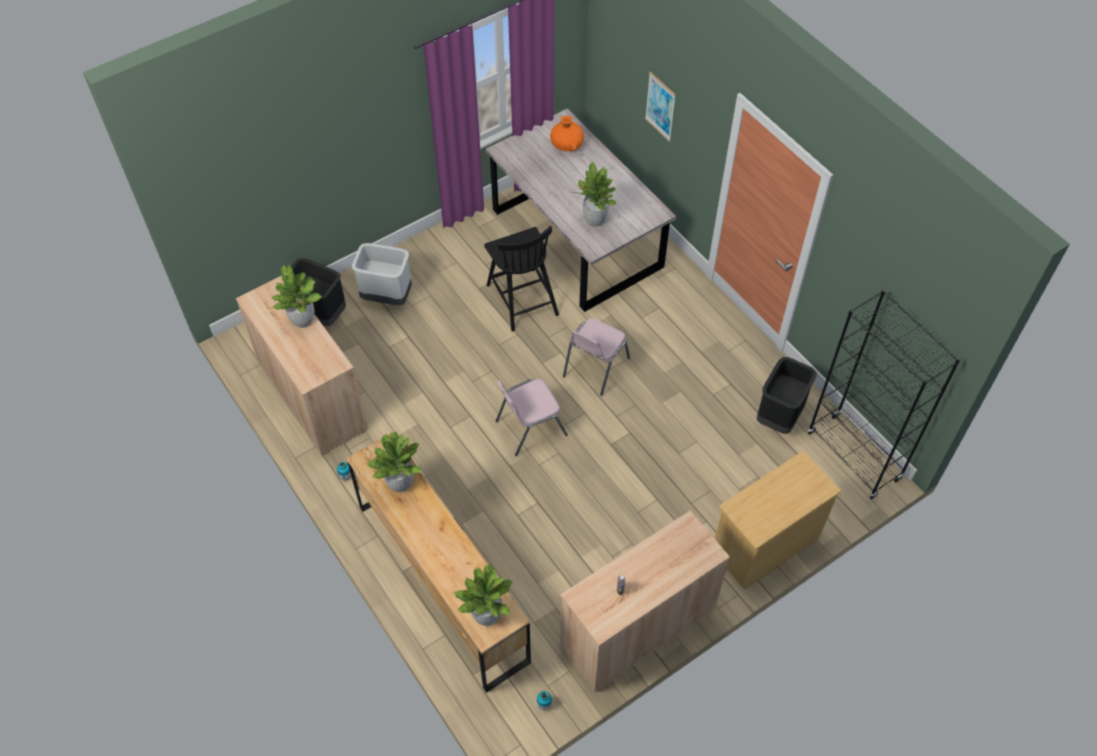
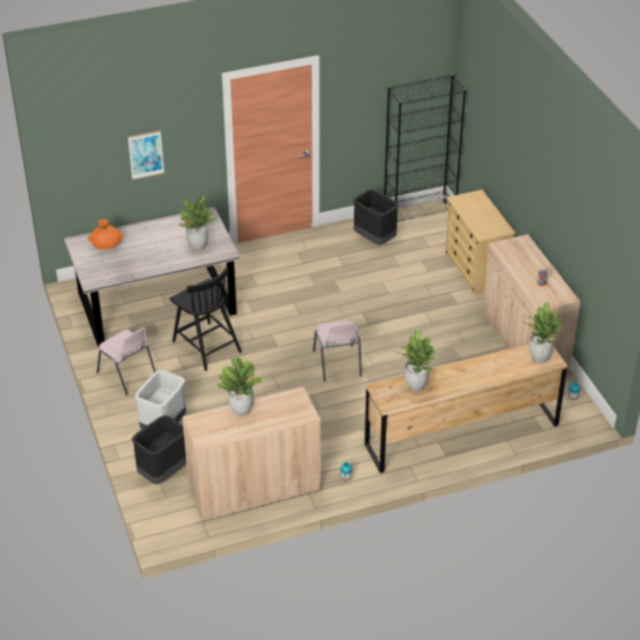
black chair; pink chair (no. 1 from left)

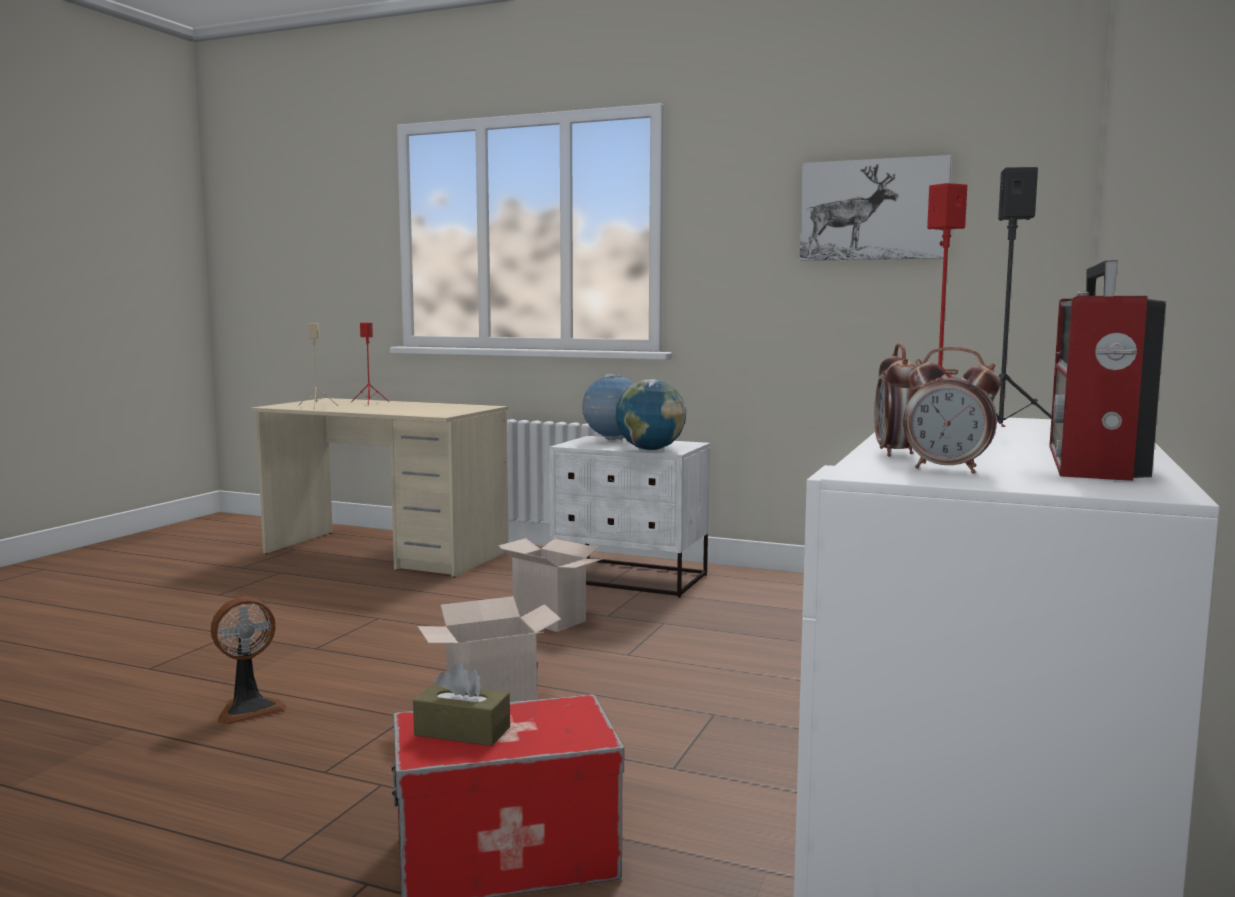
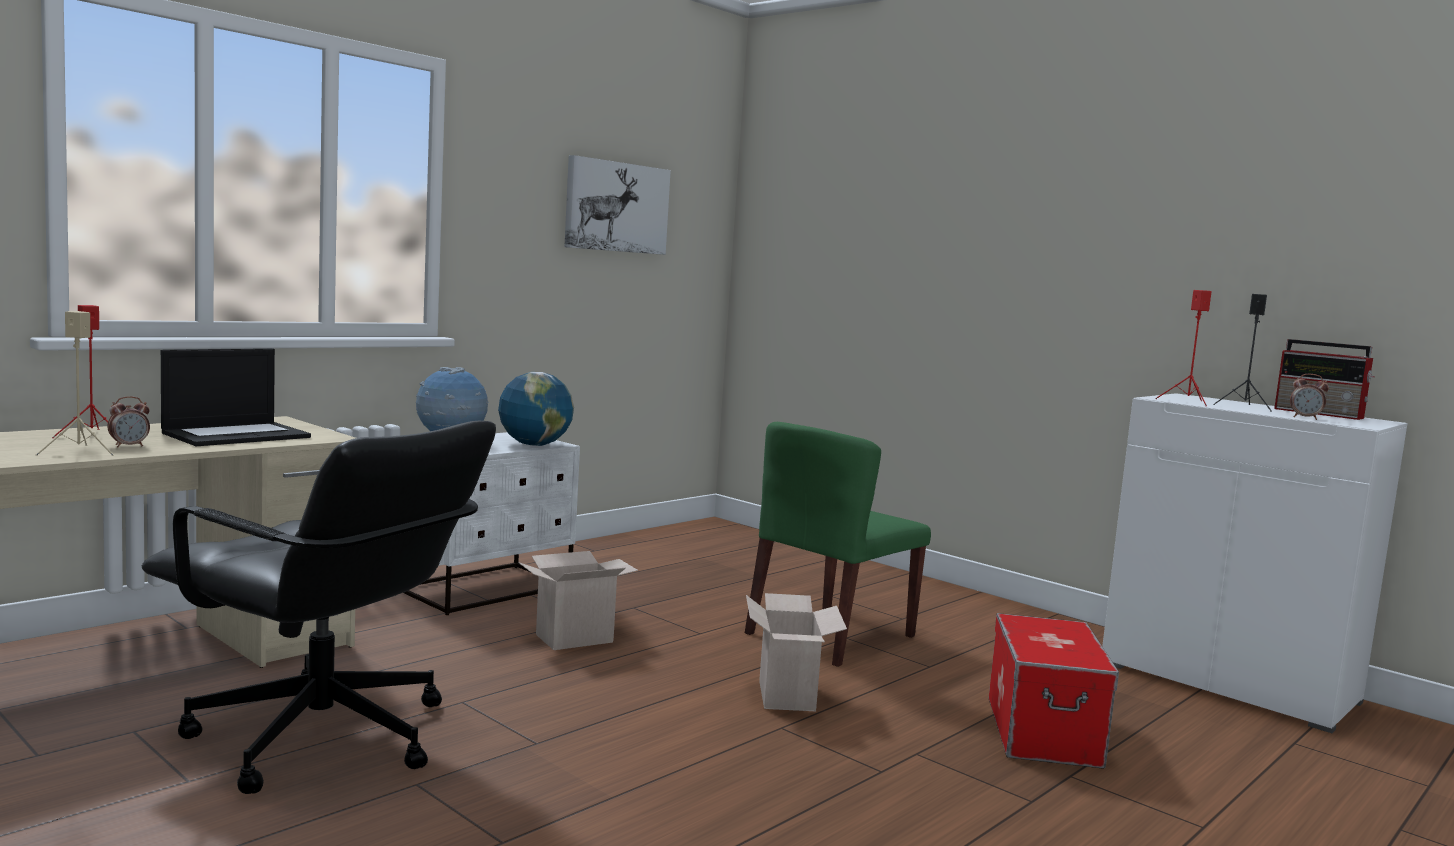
alarm clock (no. 1 from left); fan; brown tissue box; laptop; black office chair; green chair

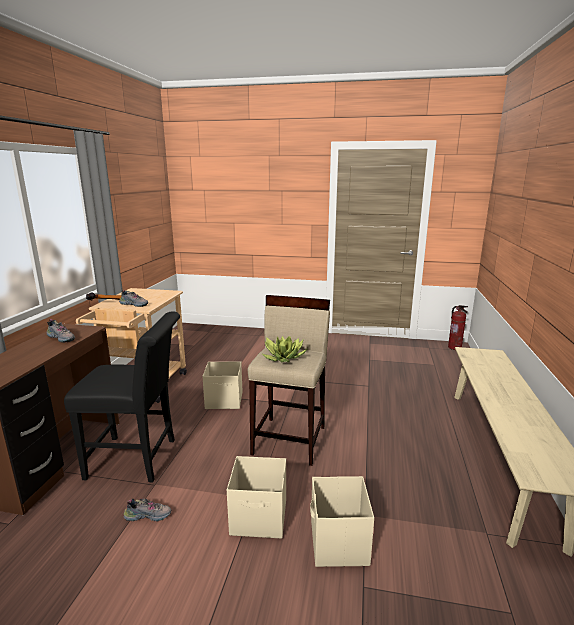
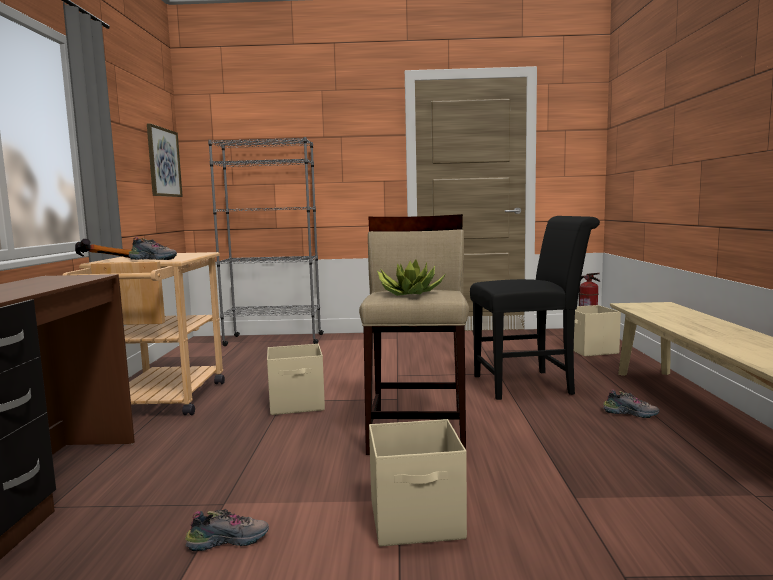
black chair; shoe (no. 3 from left); beige storage box (no. 3 from left); picture; grey bookcase

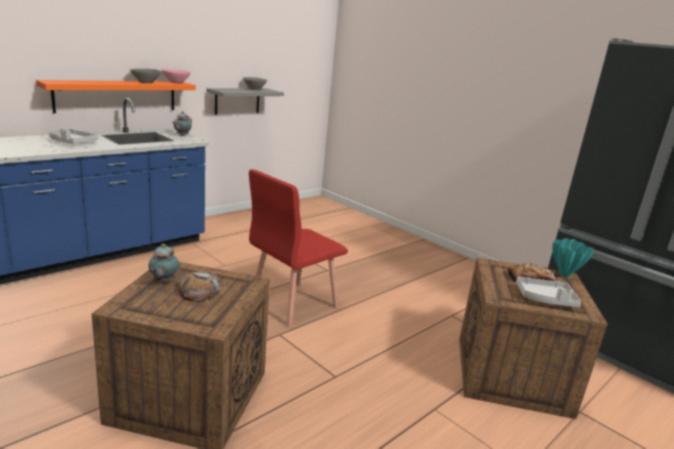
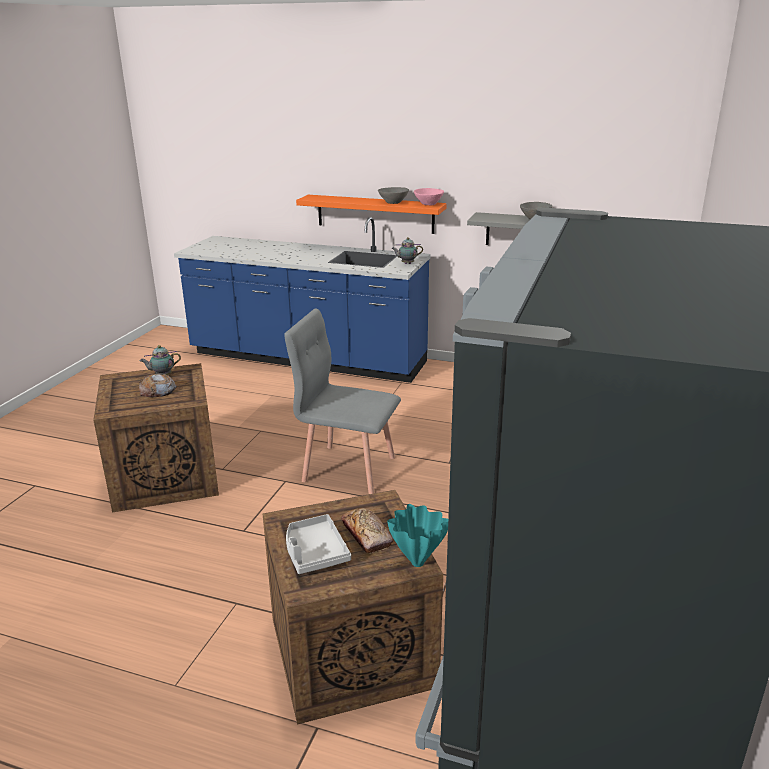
grey tray (no. 1 from left in the first image); grey chair

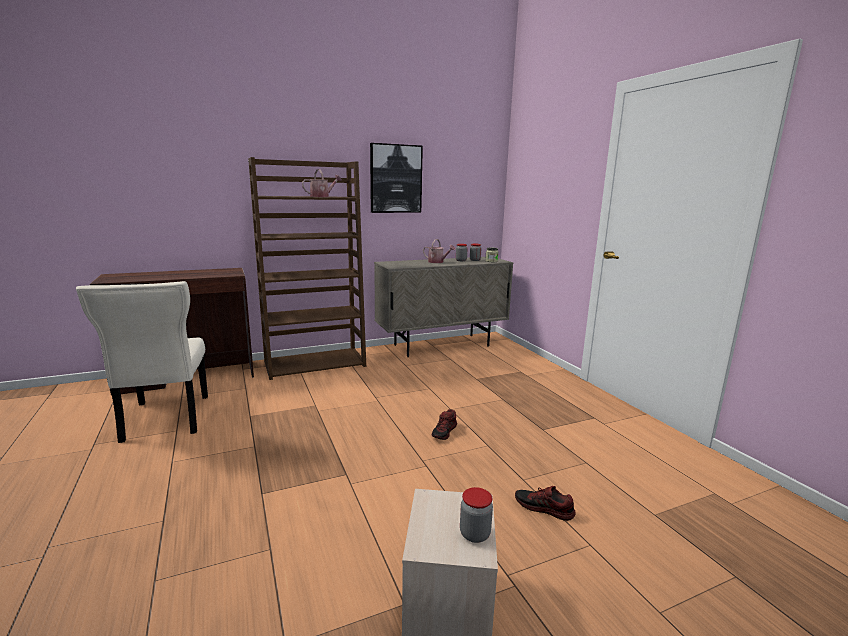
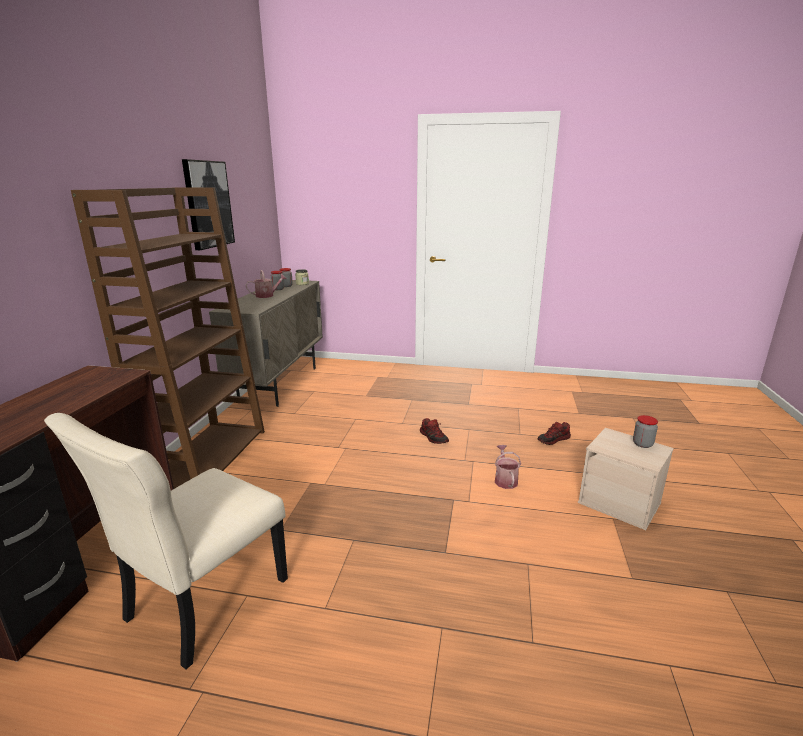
watering can (no. 2 from left); beige chair

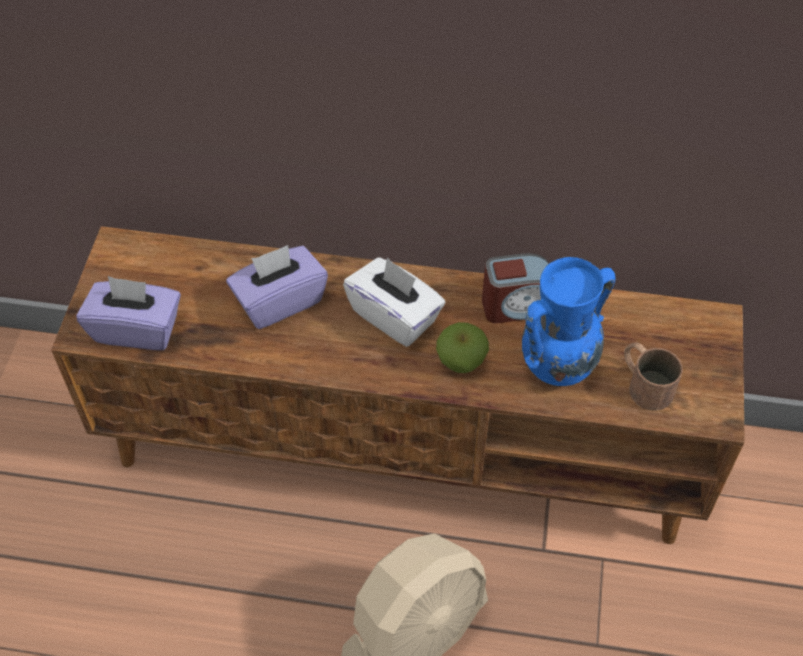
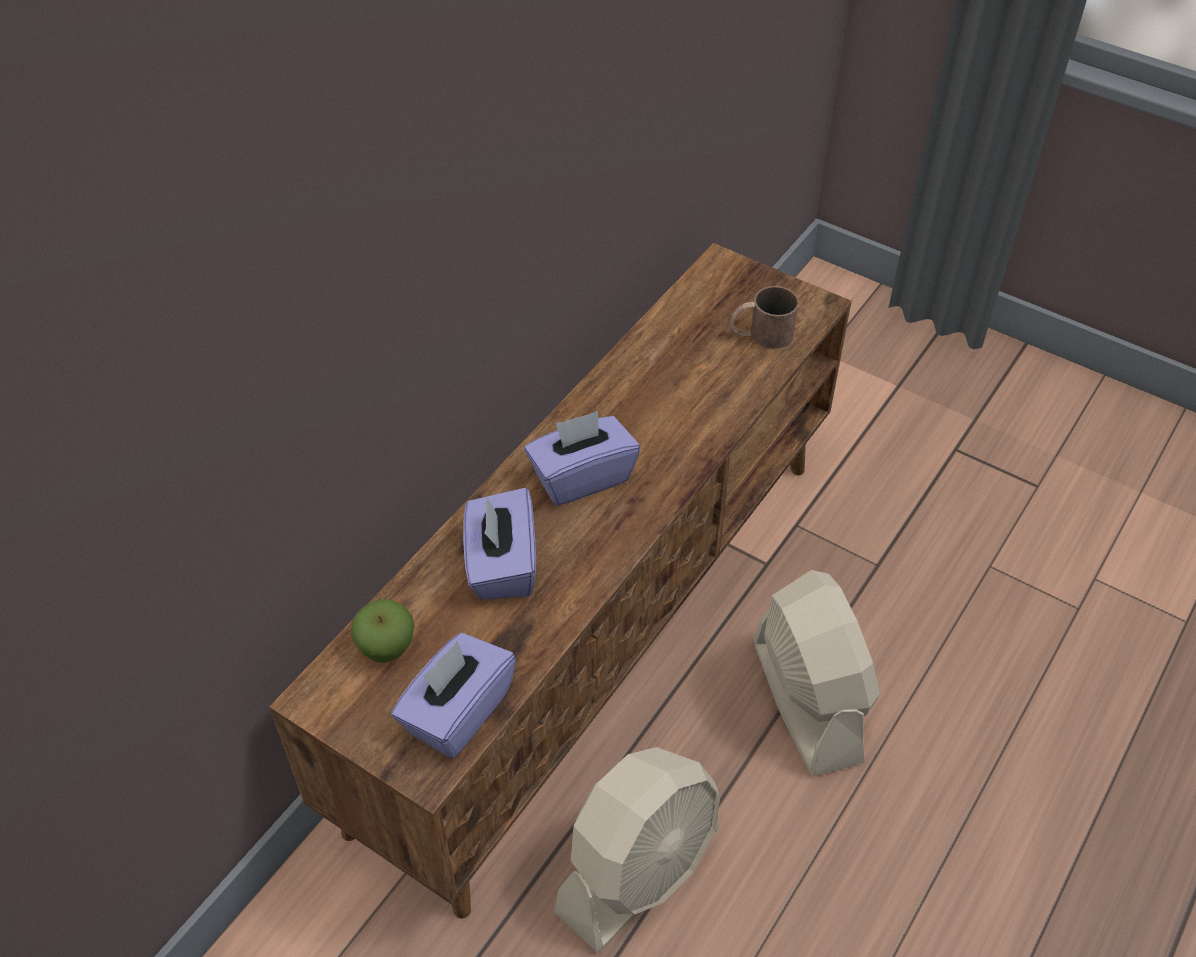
alarm clock; purple tissue box (no. 3 from left); blue vase; apple; beige fan (no. 1 from left)

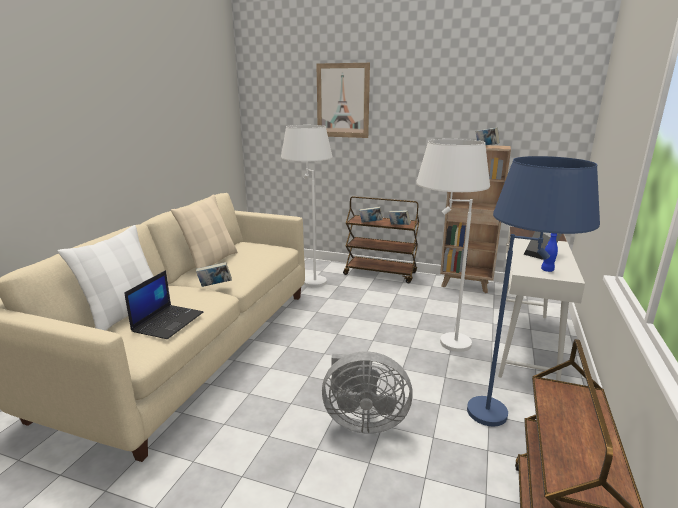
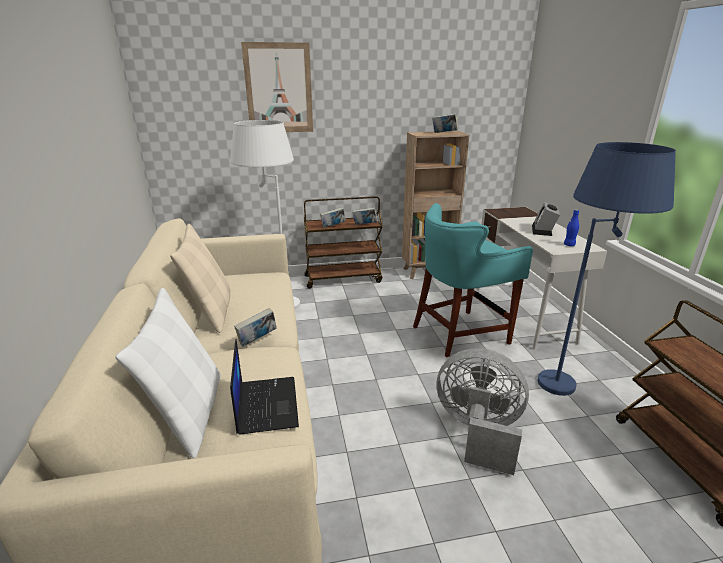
turquoise stool; grey fan

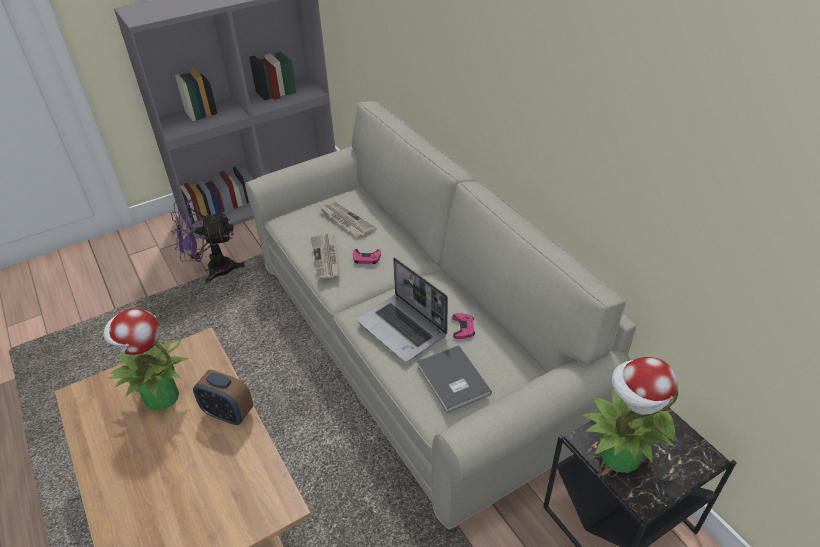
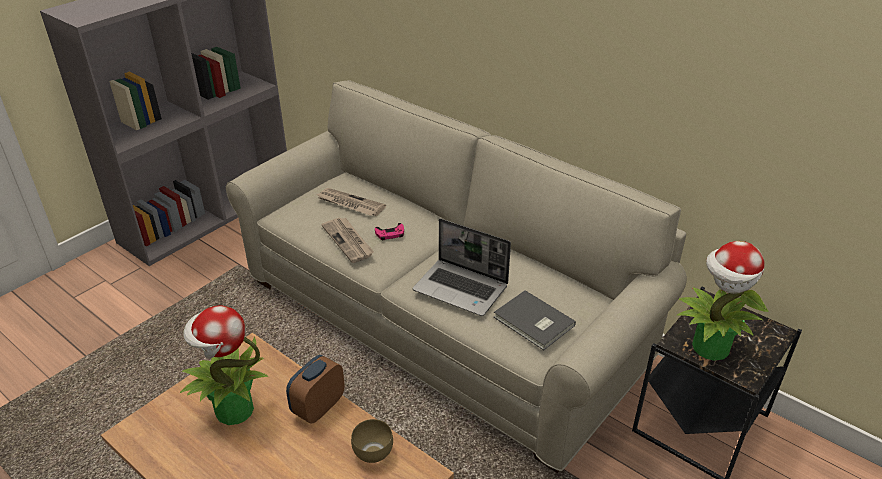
purple fan; pink game controller (no. 2 from left in the first image); alarm clock; brown bowl

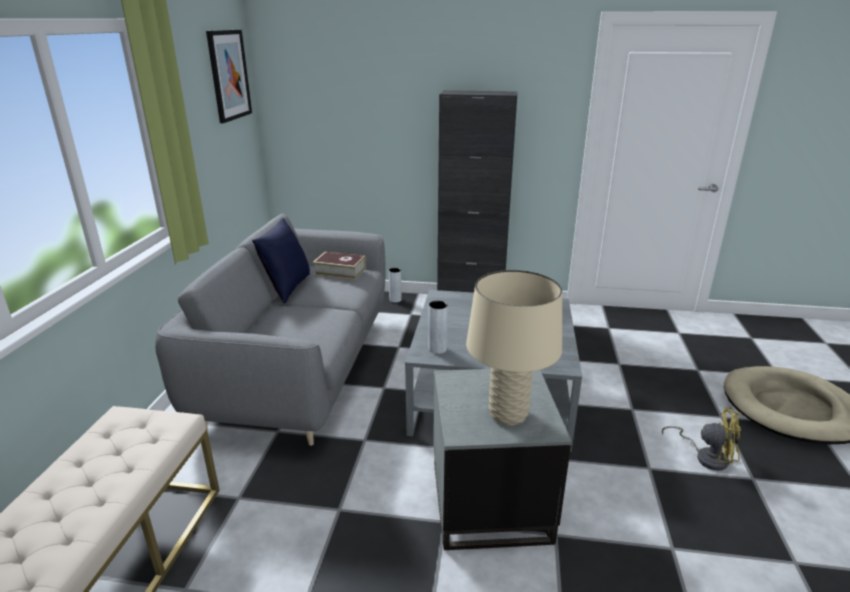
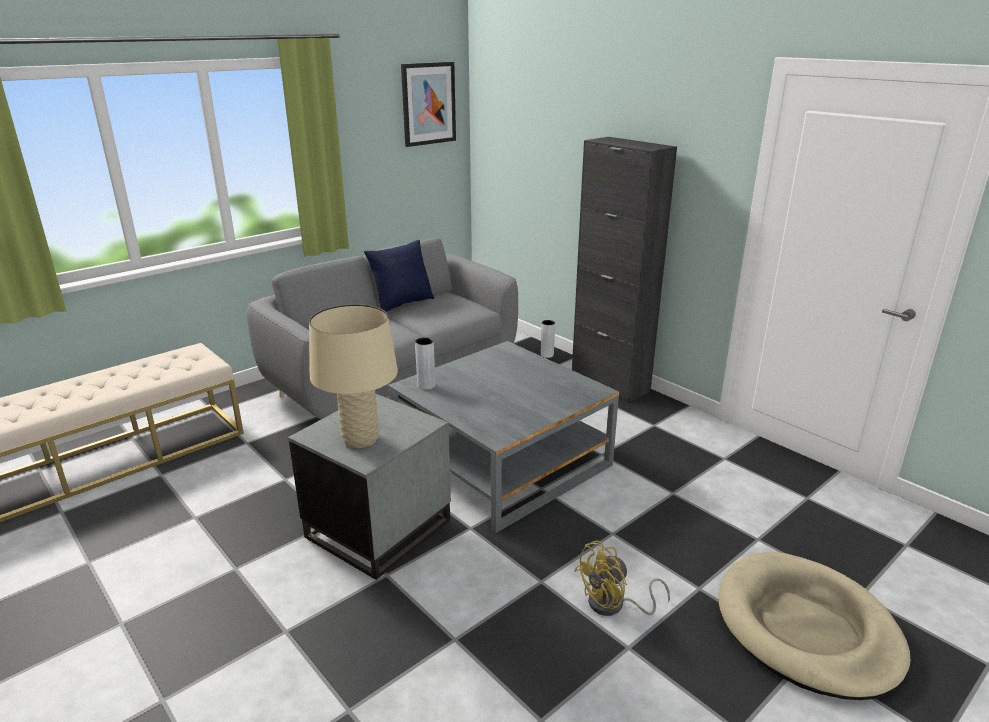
book; yellow fan

